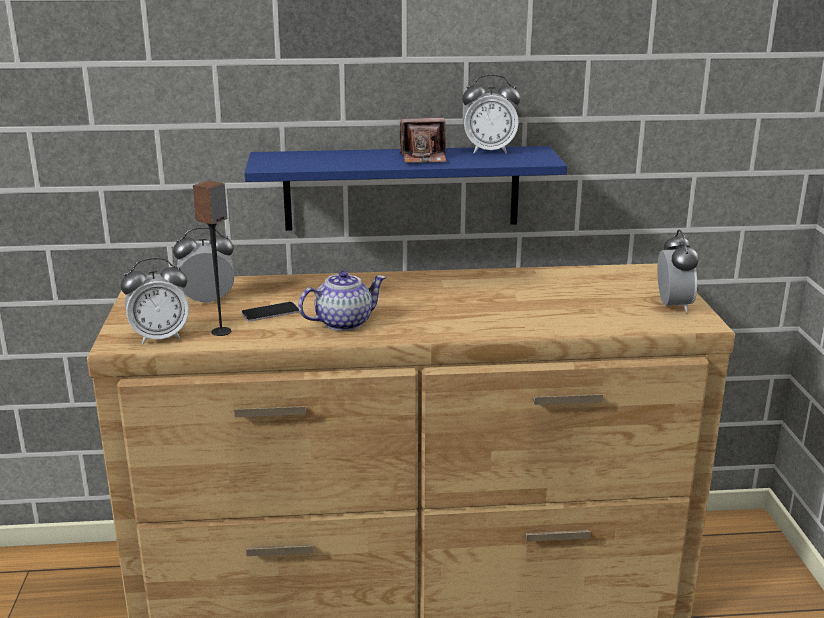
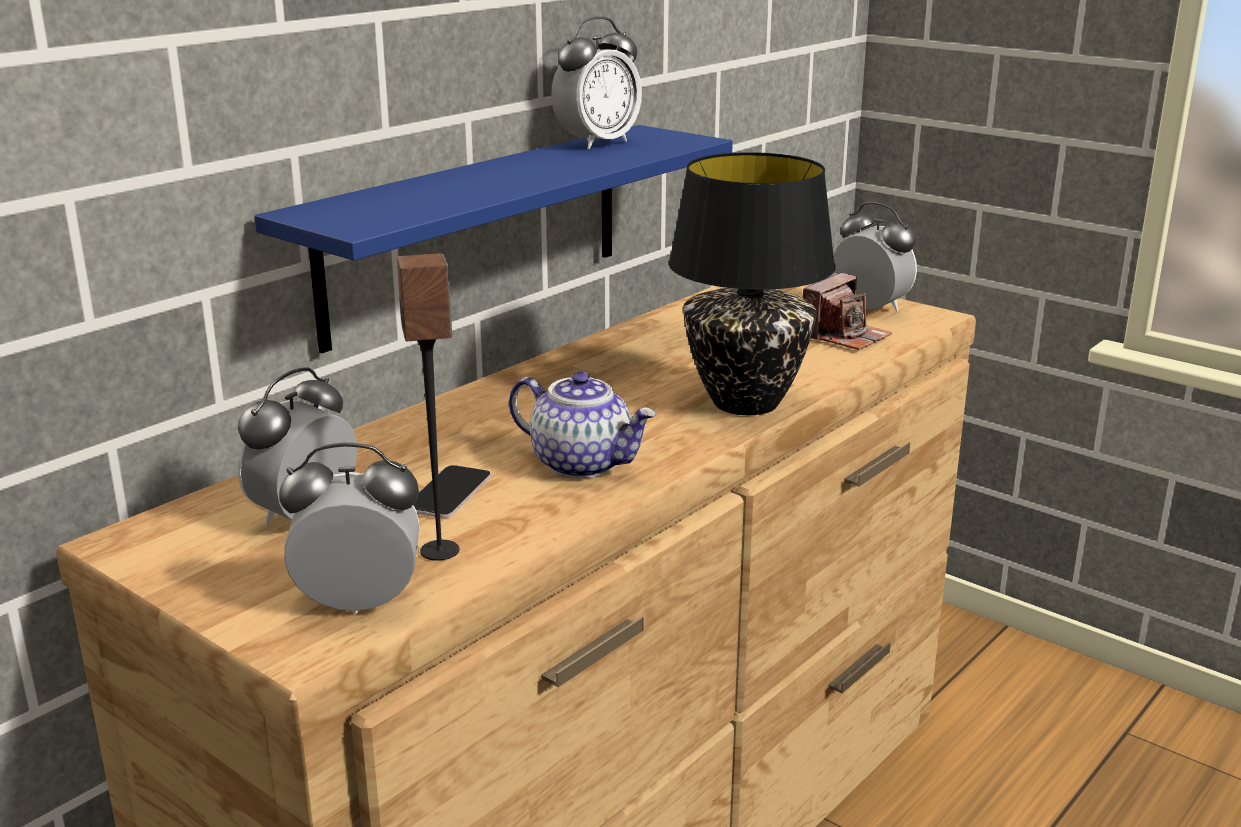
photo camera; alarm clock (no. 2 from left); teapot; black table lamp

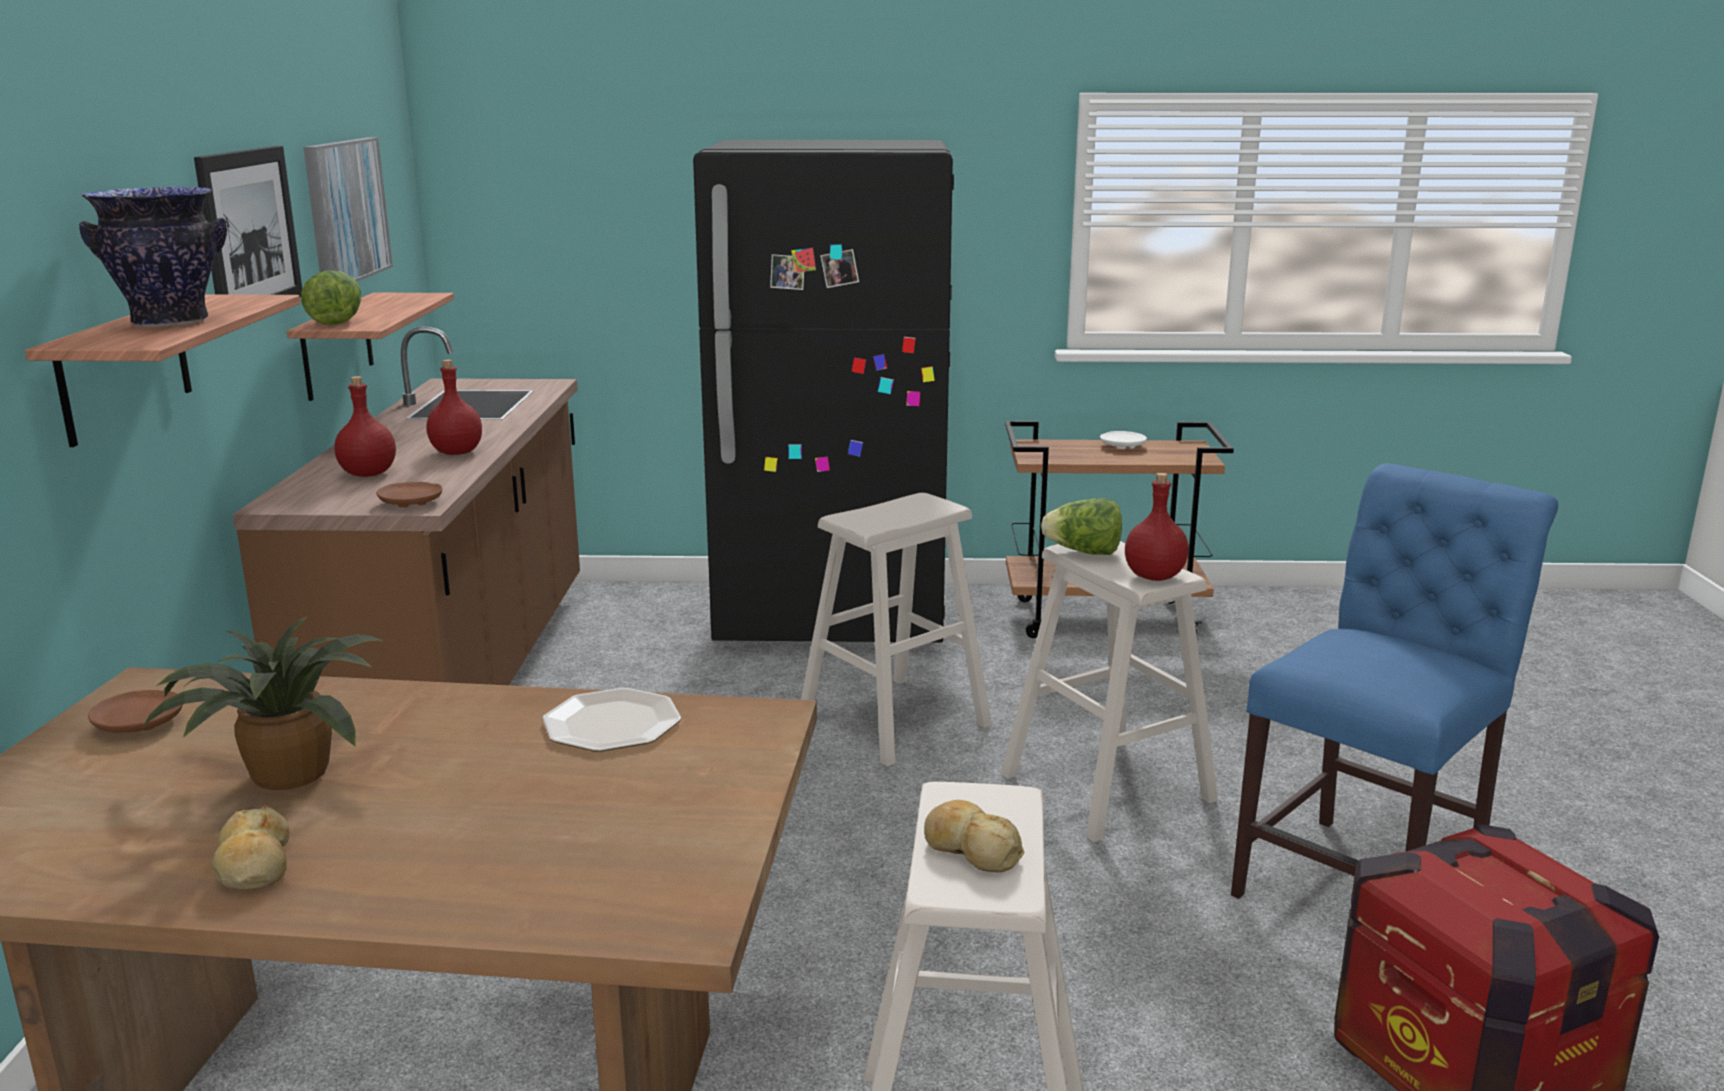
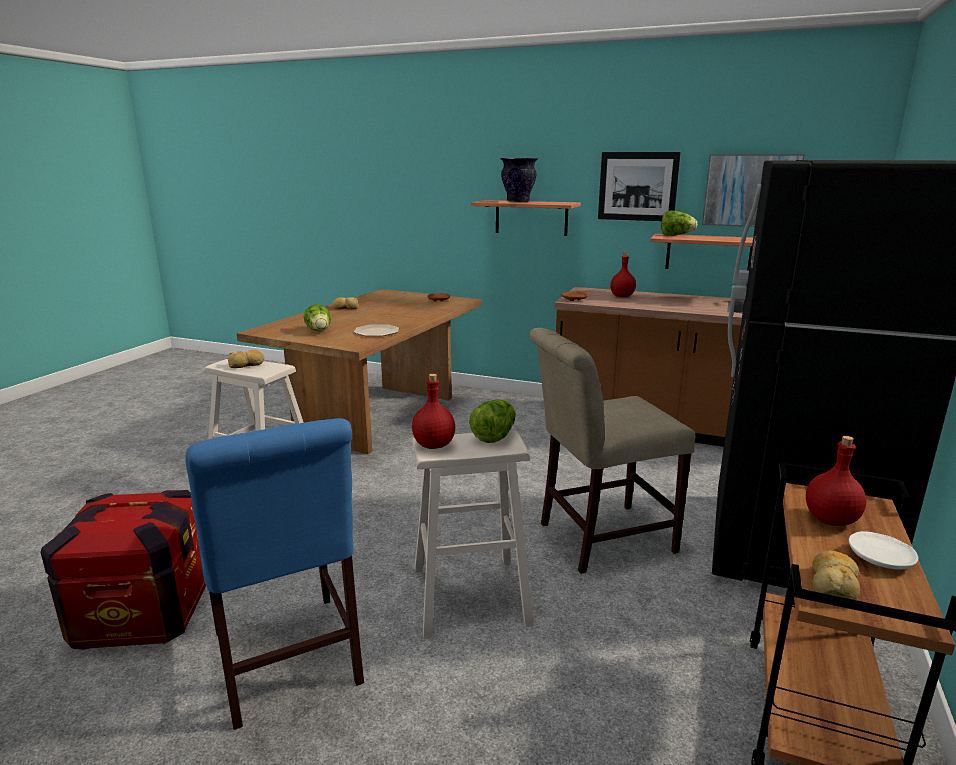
red bottle (no. 3 from left); beige chair; potted plant; lettuce (no. 1 from left); bread (no. 3 from left)

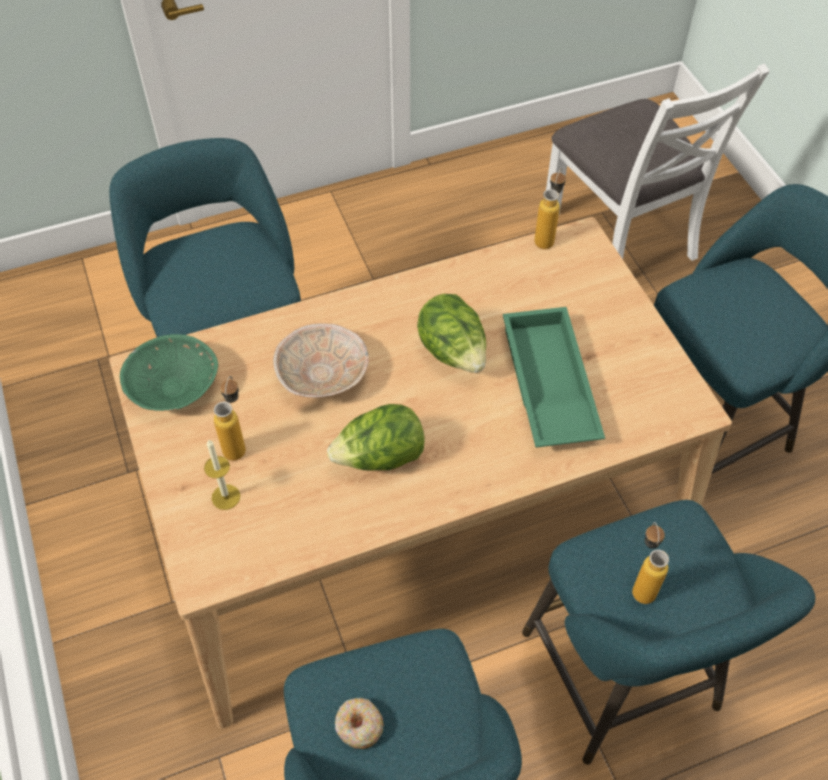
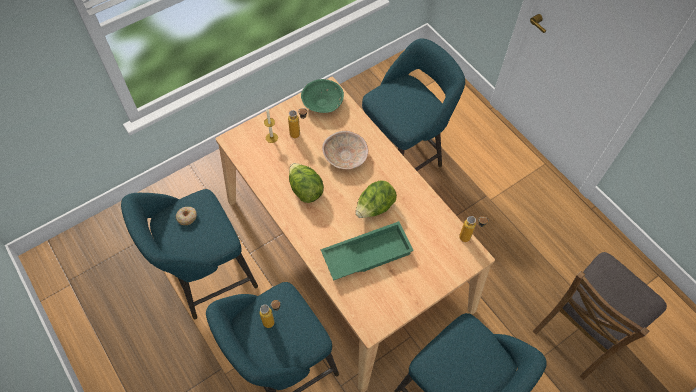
brown chair

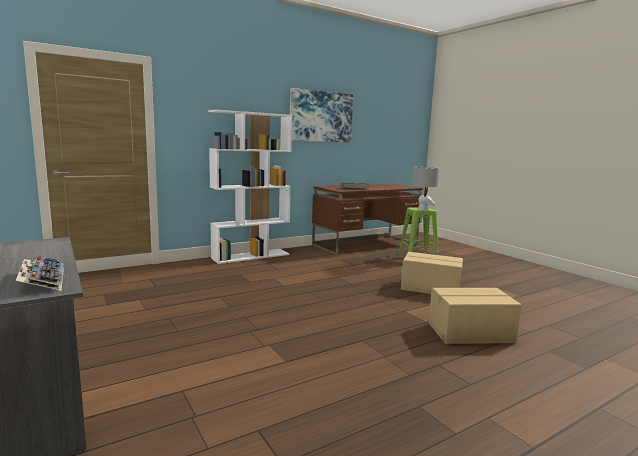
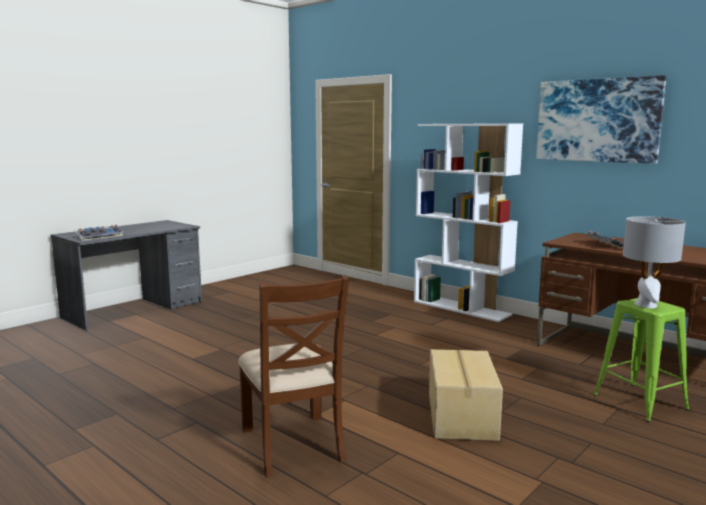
brown chair

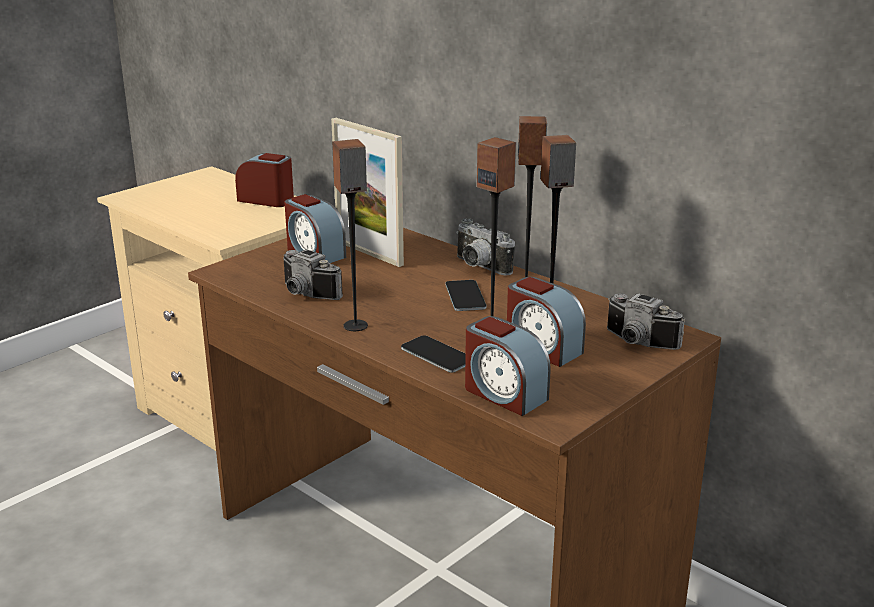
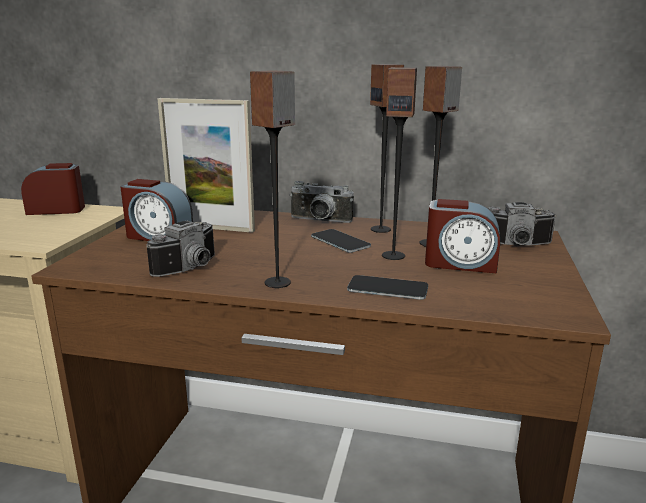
photo camera (no. 1 from left); alarm clock (no. 3 from left in the first image)

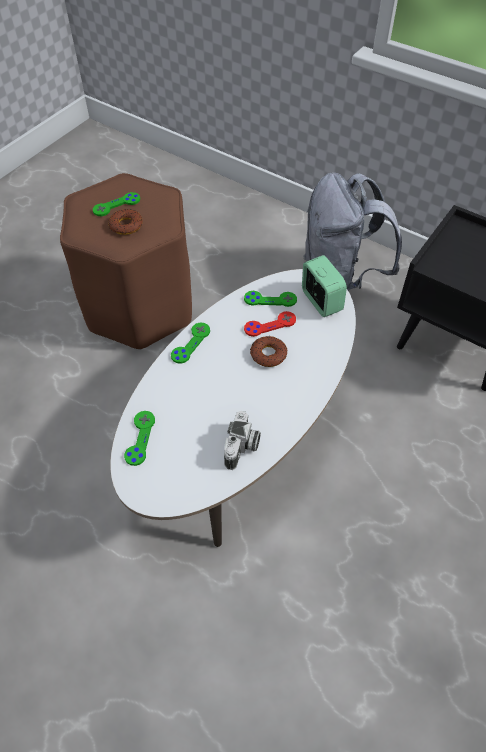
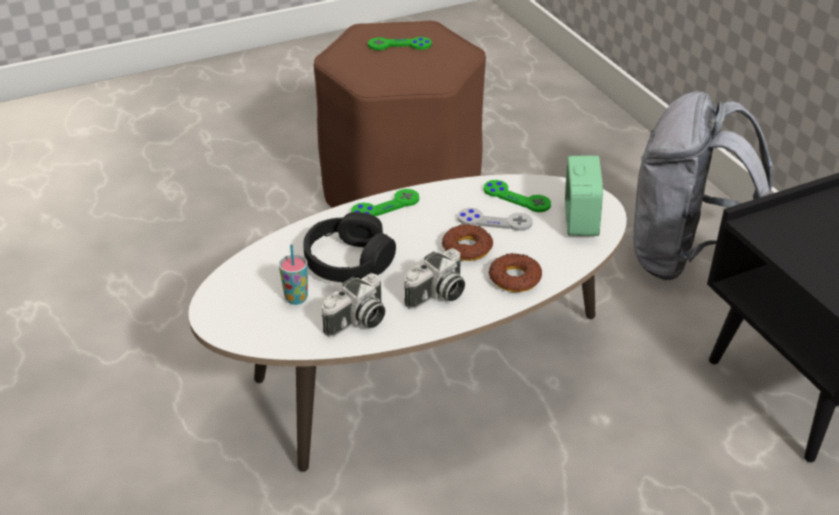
donut (no. 2 from left); grey game controller; green game controller (no. 2 from left in the first image); black headphones; cup; photo camera (no. 2 from left)

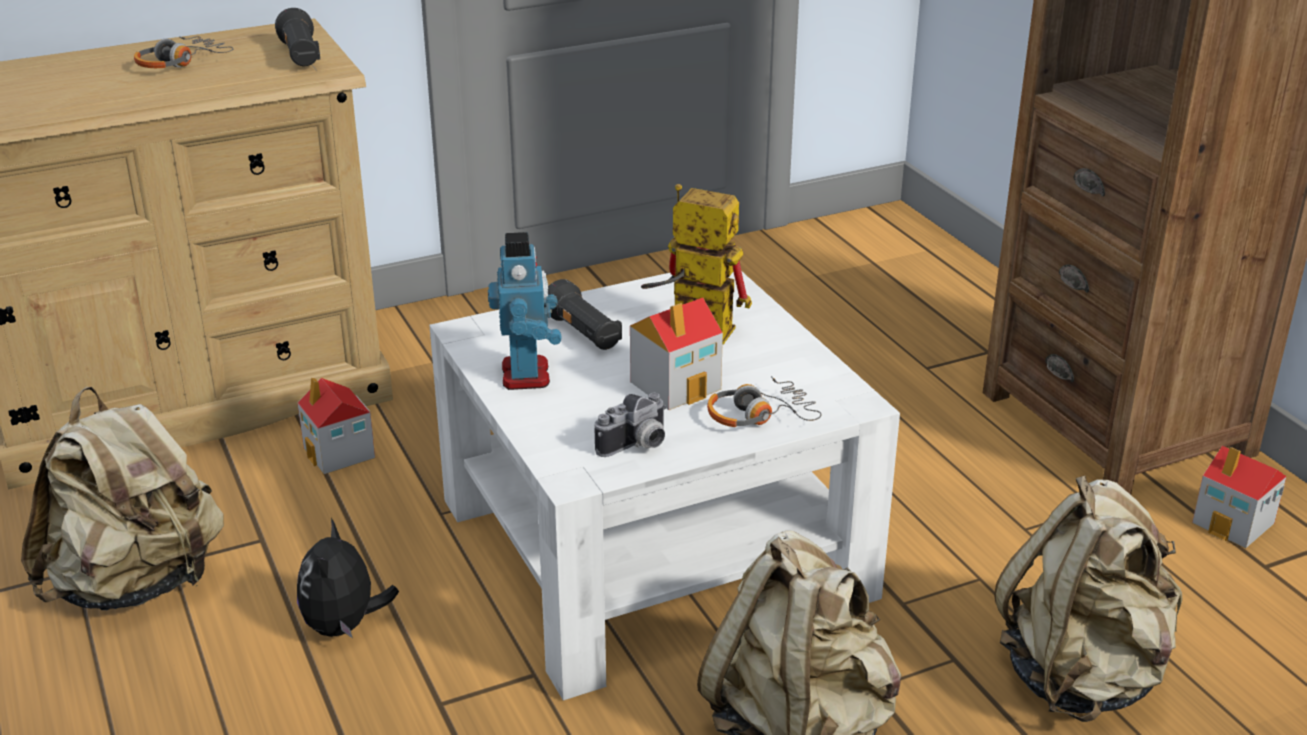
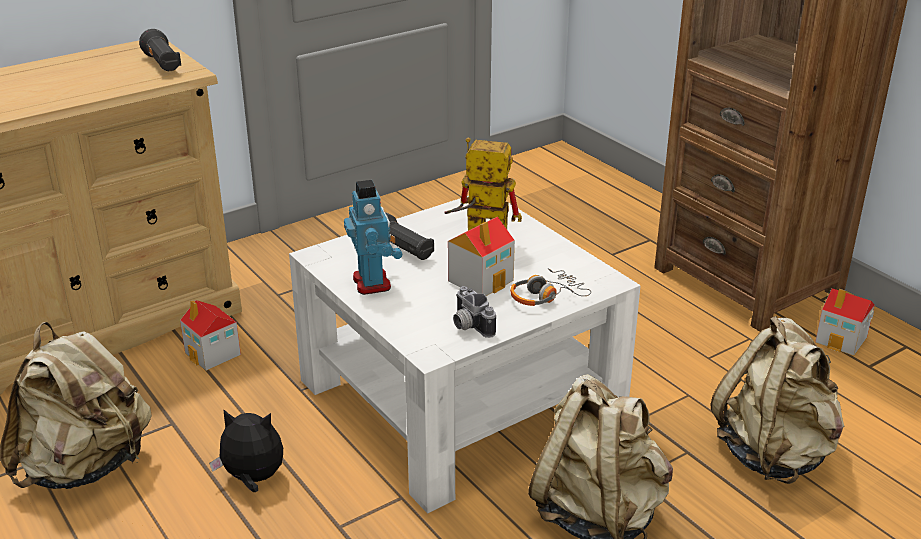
headphones (no. 1 from left in the first image); photo camera; plush toy

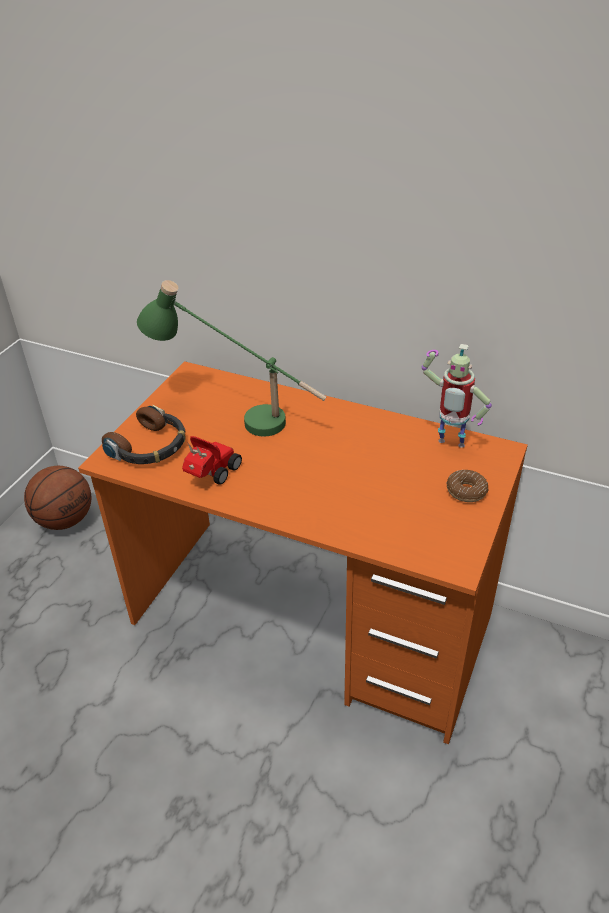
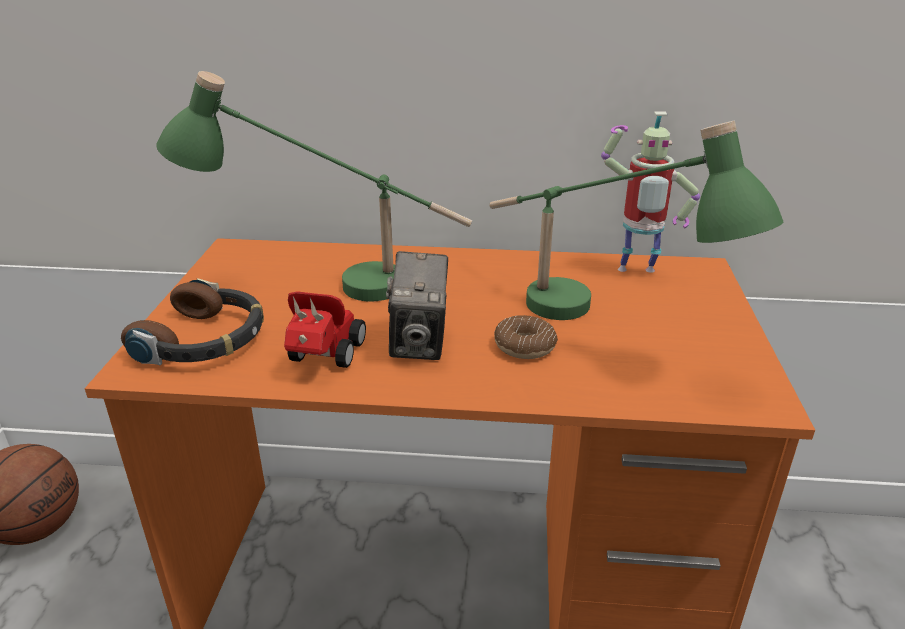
donut; green table lamp (no. 2 from left); photo camera

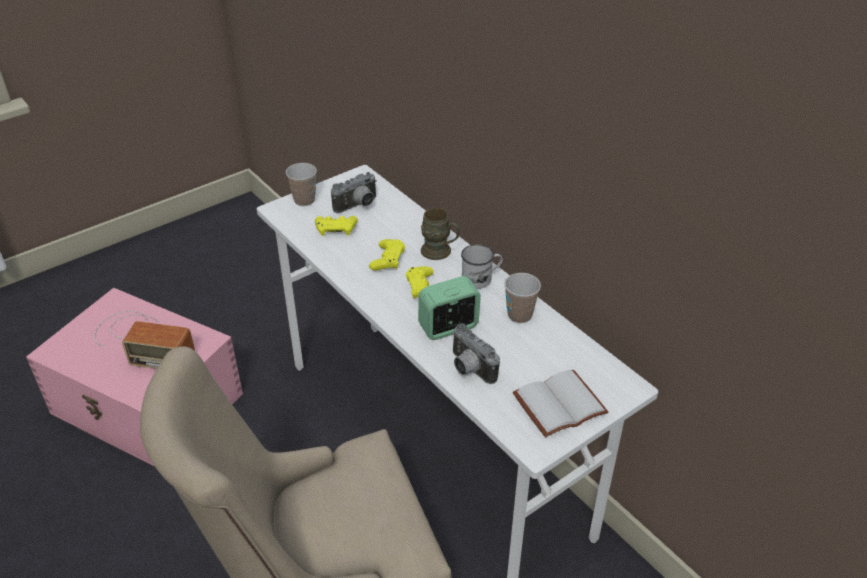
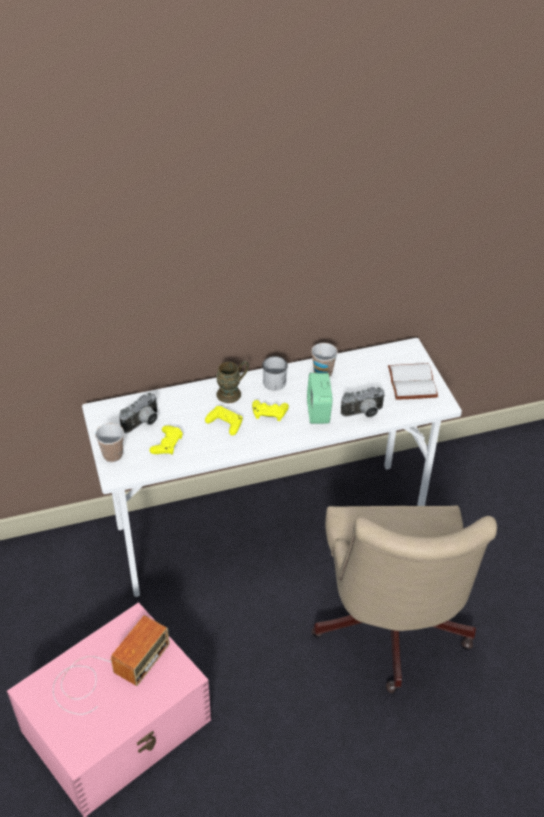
photo camera (no. 1 from left)

